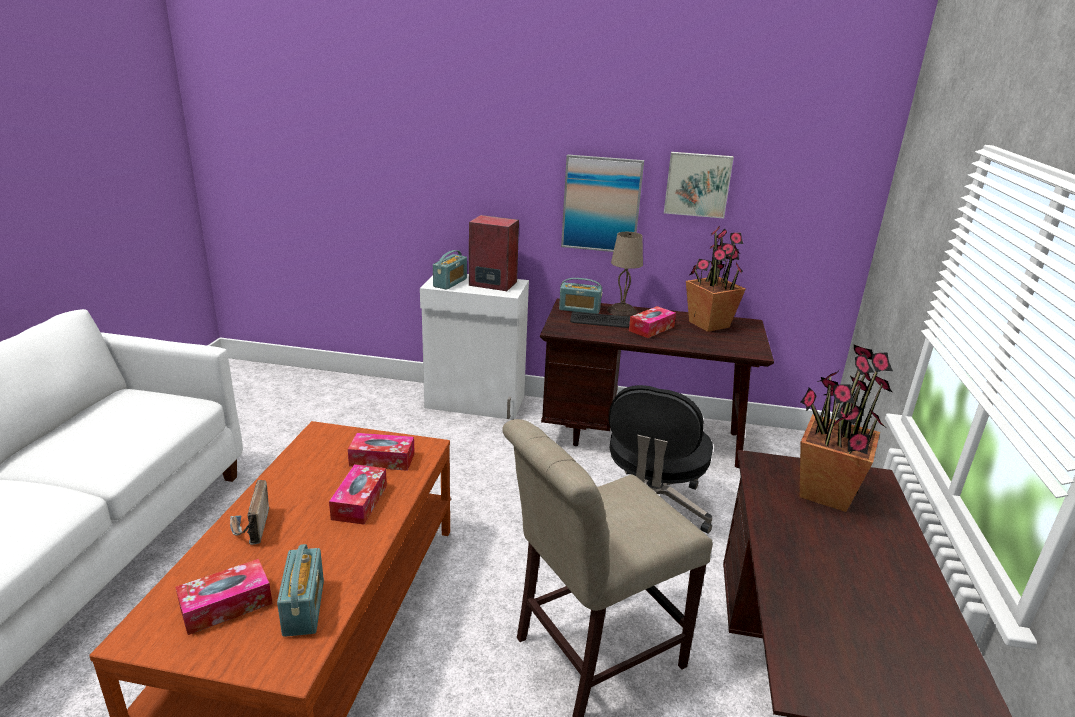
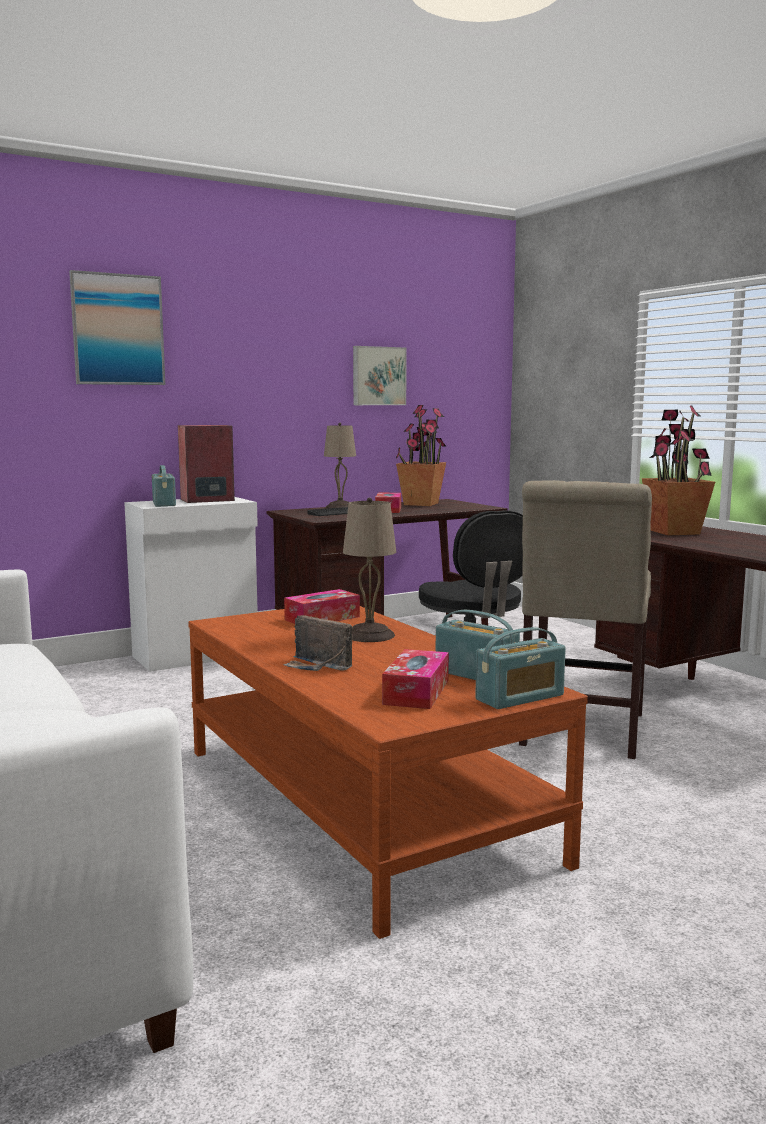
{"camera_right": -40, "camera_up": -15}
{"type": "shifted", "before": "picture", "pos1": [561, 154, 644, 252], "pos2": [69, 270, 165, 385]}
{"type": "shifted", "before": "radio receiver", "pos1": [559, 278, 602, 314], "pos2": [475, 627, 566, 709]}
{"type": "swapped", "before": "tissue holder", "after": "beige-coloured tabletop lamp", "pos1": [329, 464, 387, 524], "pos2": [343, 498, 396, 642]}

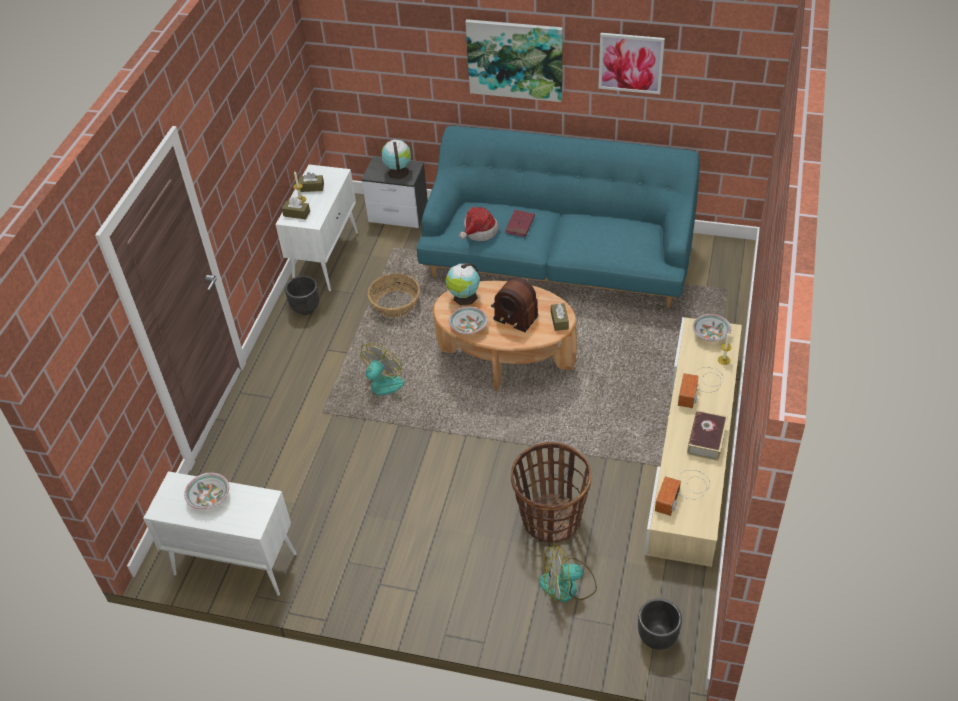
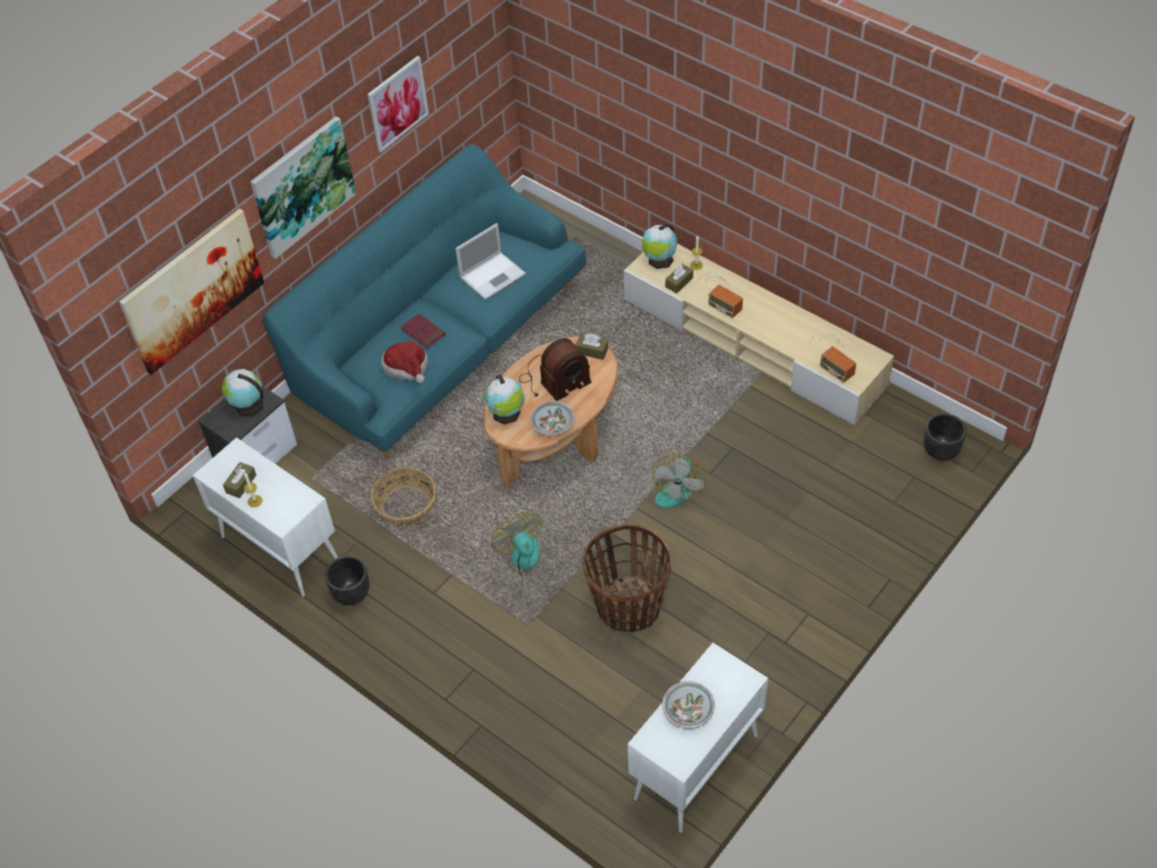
{"camera_right": -65, "camera_up": 5}
{"type": "shifted", "before": "brownish tissue holder", "pos1": [282, 197, 310, 219], "pos2": [665, 264, 693, 293]}
{"type": "swapped", "before": "bowl", "after": "desk globe", "pos1": [693, 314, 731, 341], "pos2": [642, 224, 677, 269]}
{"type": "gone", "before": "bound book", "pos1": [687, 410, 728, 461]}
{"type": "shifted", "before": "household basket", "pos1": [511, 442, 591, 544], "pos2": [583, 524, 671, 632]}
{"type": "shifted", "before": "electric fan", "pos1": [539, 544, 597, 602], "pos2": [652, 454, 706, 508]}
{"type": "new", "after": "picture", "pos2": [119, 209, 264, 375]}
{"type": "new", "after": "portable computer", "pos2": [455, 223, 526, 300]}

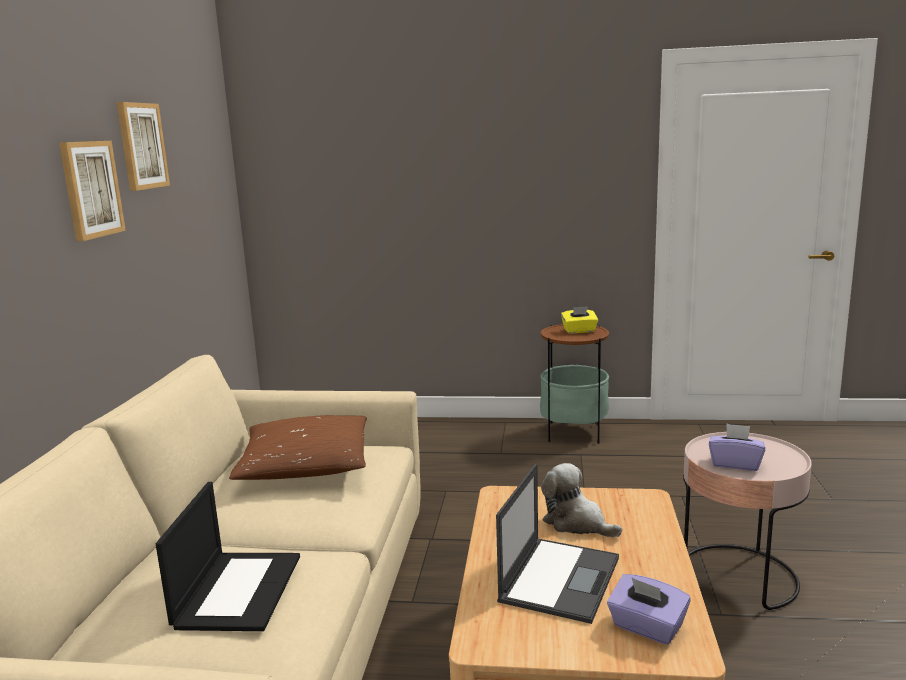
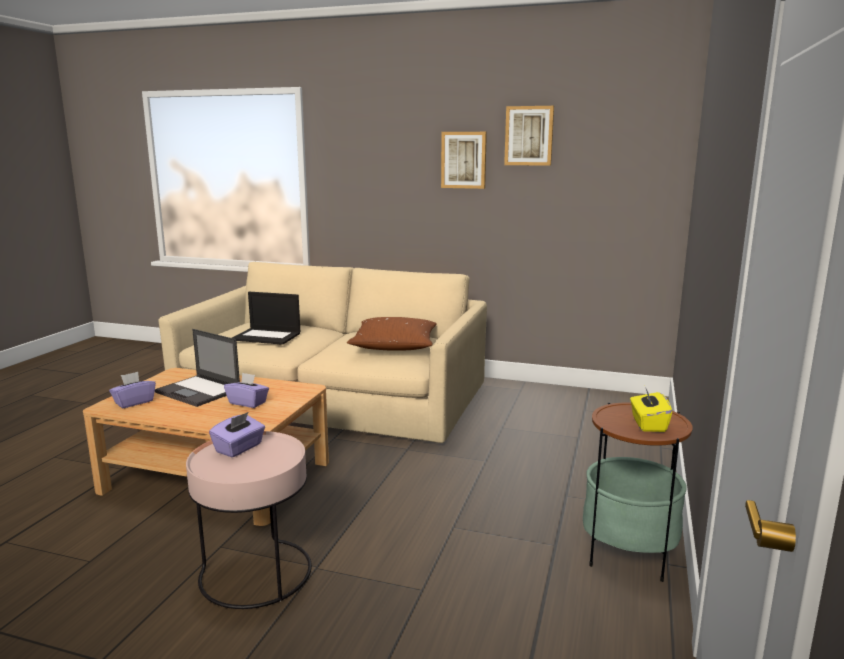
{"camera_right": 100, "camera_up": 0}
{"type": "swapped", "before": "cuddly toy", "after": "purplish tissue holder", "pos1": [541, 463, 622, 537], "pos2": [224, 372, 269, 408]}

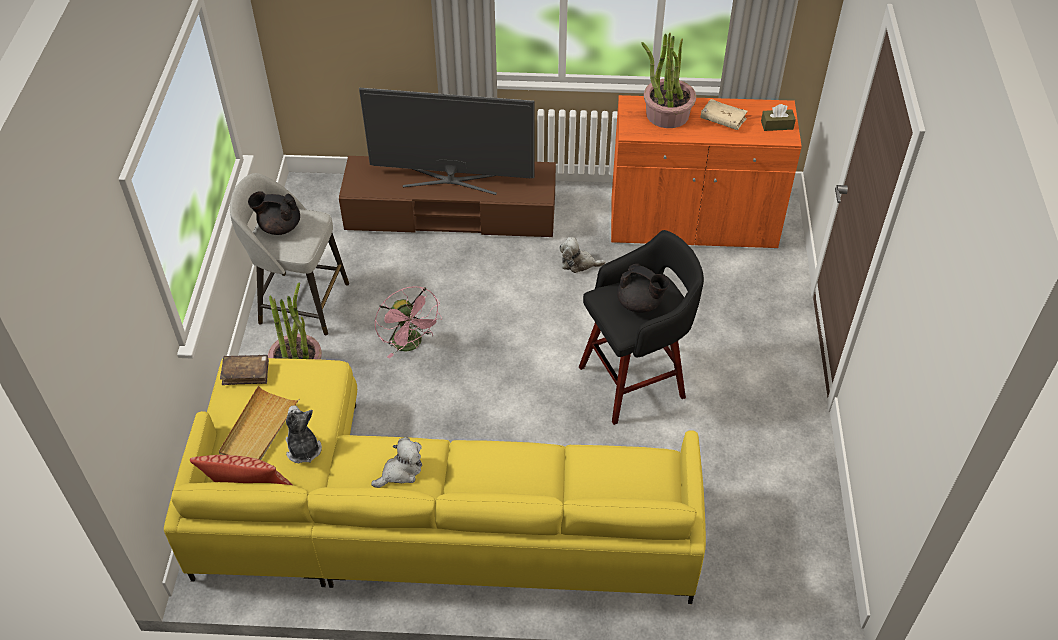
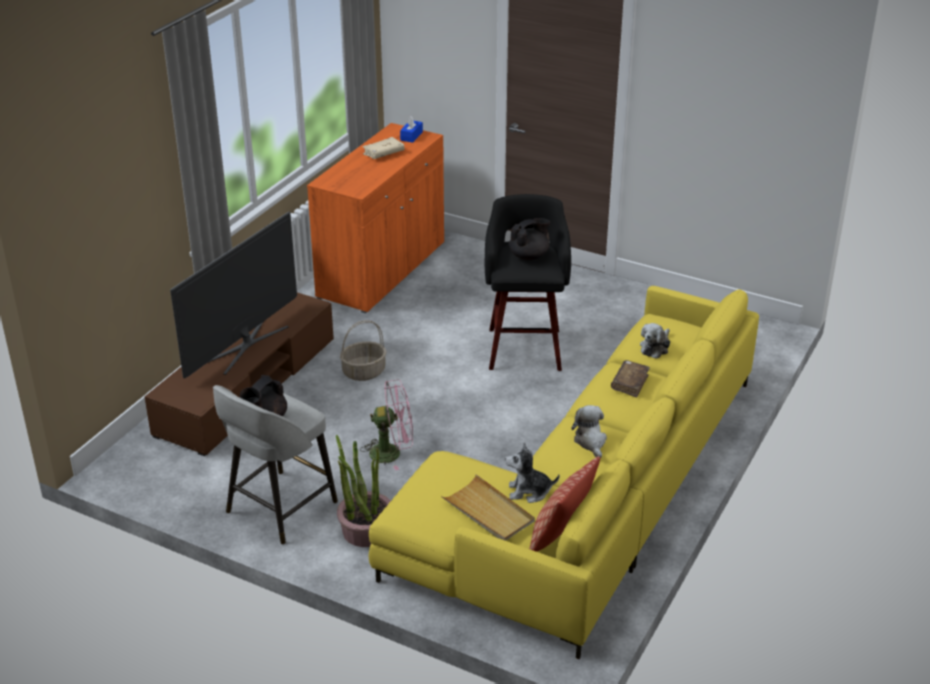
{"camera_right": -65, "camera_up": -15}
{"type": "gone", "before": "houseplant", "pos1": [641, 33, 696, 128]}
{"type": "repainted", "before": "brownish tissue holder", "after": "bluish tissue holder", "pos1": [761, 104, 796, 131], "pos2": [400, 116, 423, 143]}
{"type": "shifted", "before": "cuddly toy", "pos1": [559, 237, 606, 273], "pos2": [640, 323, 670, 359]}
{"type": "shifted", "before": "brownish bound book", "pos1": [220, 355, 269, 385], "pos2": [611, 360, 650, 397]}
{"type": "new", "after": "household basket", "pos2": [340, 320, 387, 381]}

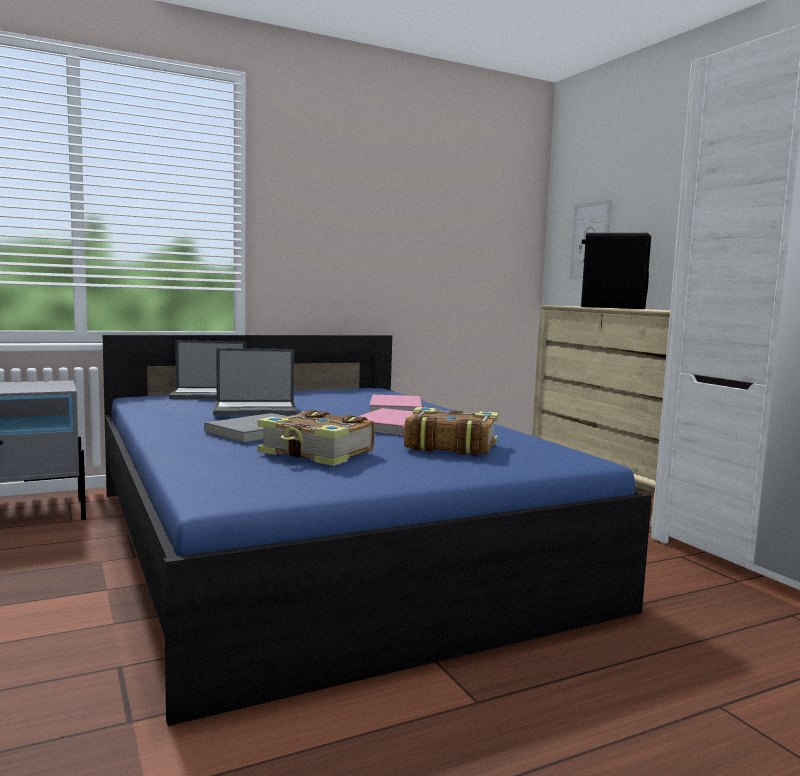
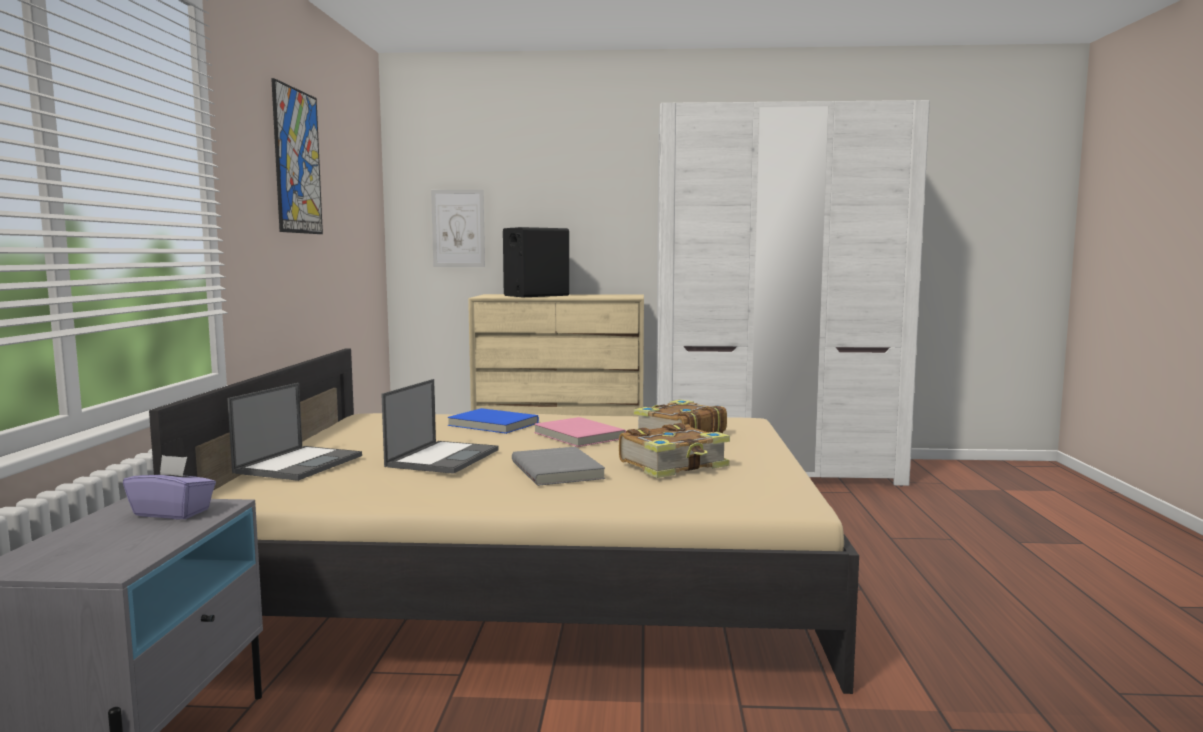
{"camera_right": -60, "camera_up": 0}
{"type": "repainted", "before": "bluish bedroom bed", "after": "beige-coloured bedroom bed", "pos1": [103, 335, 652, 726], "pos2": [149, 349, 859, 694]}
{"type": "repainted", "before": "pinkish bound book", "after": "bluish bound book", "pos1": [370, 395, 422, 412], "pos2": [448, 408, 539, 434]}
{"type": "new", "after": "picture", "pos2": [271, 78, 323, 234]}
{"type": "new", "after": "purplish tissue holder", "pos2": [123, 455, 216, 519]}

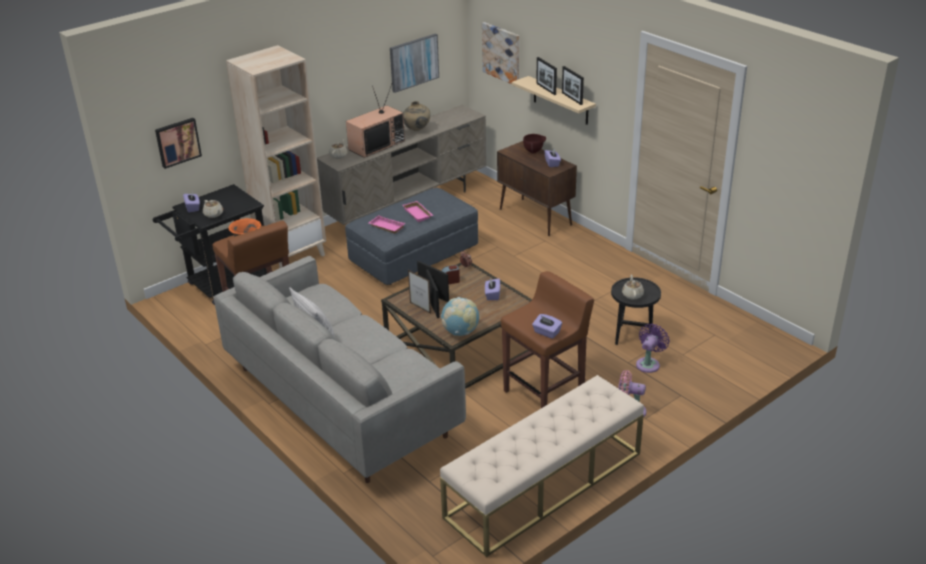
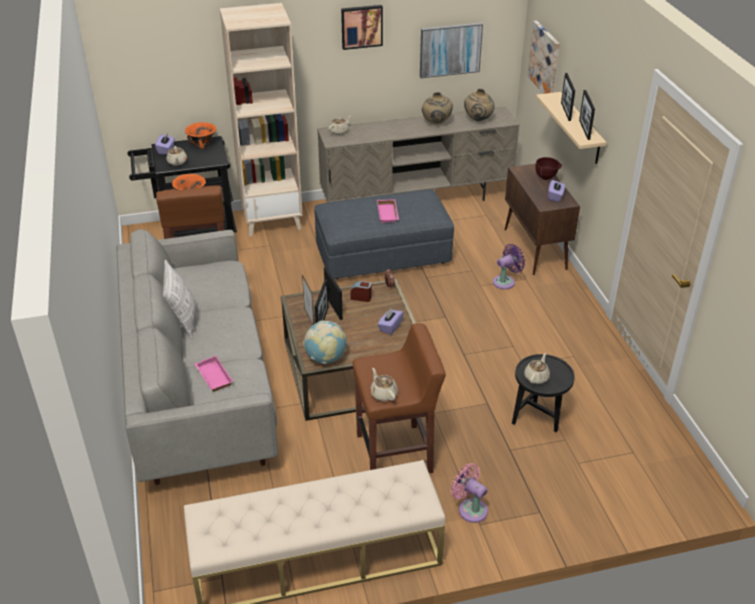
{"camera_right": 25, "camera_up": 5}
{"type": "gone", "before": "TV set", "pos1": [346, 82, 405, 158]}
{"type": "shifted", "before": "picture", "pos1": [155, 118, 202, 169], "pos2": [341, 5, 383, 50]}
{"type": "shifted", "before": "pinkish serving tray", "pos1": [369, 215, 405, 234], "pos2": [195, 356, 233, 392]}
{"type": "swapped", "before": "purplish tissue holder", "after": "beige-coloured pot for tea", "pos1": [532, 314, 562, 339], "pos2": [370, 368, 398, 401]}
{"type": "shifted", "before": "purplish electric fan", "pos1": [636, 324, 670, 373], "pos2": [493, 244, 525, 290]}
{"type": "new", "after": "beige-coloured flower vase", "pos2": [464, 89, 495, 121]}
{"type": "new", "after": "orange bowl", "pos2": [185, 122, 216, 149]}

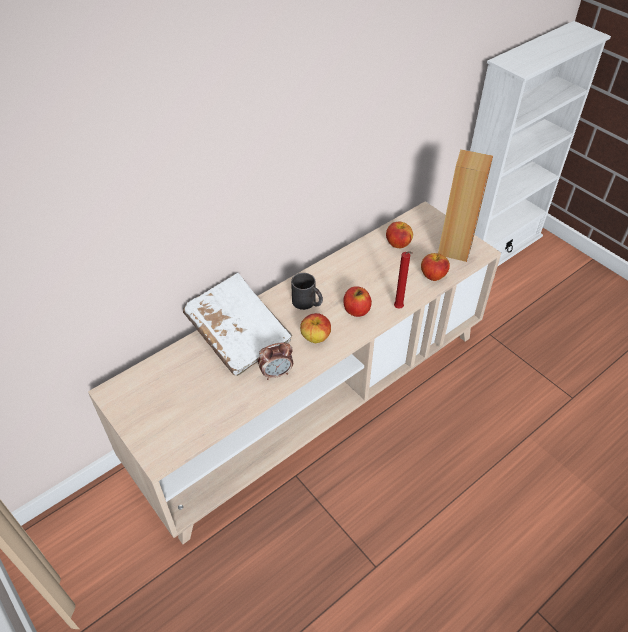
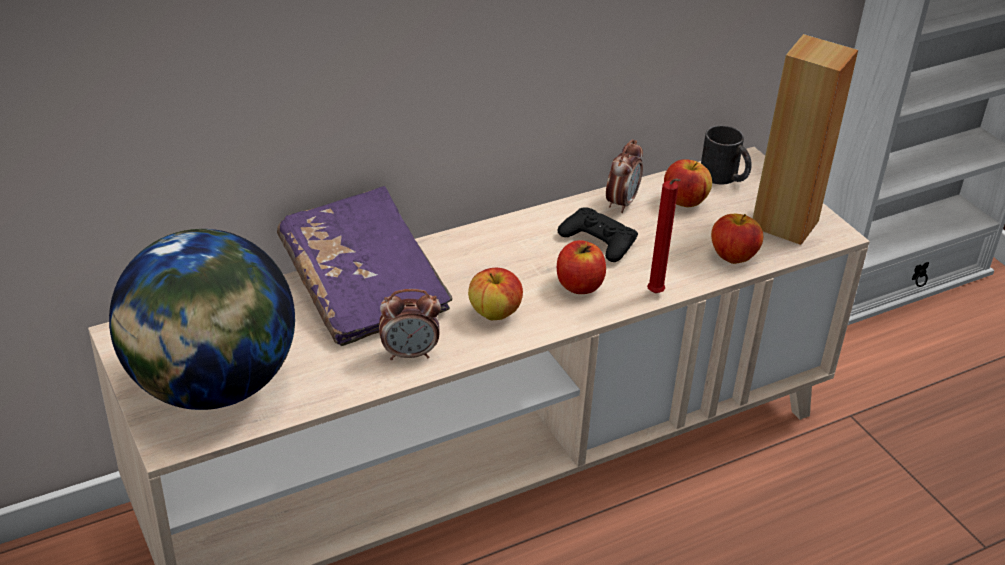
{"camera_right": 10, "camera_up": -10}
{"type": "repainted", "before": "white-coloured bound book", "after": "purplish bound book", "pos1": [183, 273, 292, 376], "pos2": [277, 186, 452, 346]}
{"type": "shifted", "before": "black-coloured mug", "pos1": [291, 273, 323, 310], "pos2": [701, 125, 752, 185]}
{"type": "new", "after": "table clock", "pos2": [606, 139, 643, 213]}
{"type": "new", "after": "black-coloured joypad", "pos2": [557, 207, 638, 262]}
{"type": "new", "after": "desk globe", "pos2": [109, 229, 295, 410]}

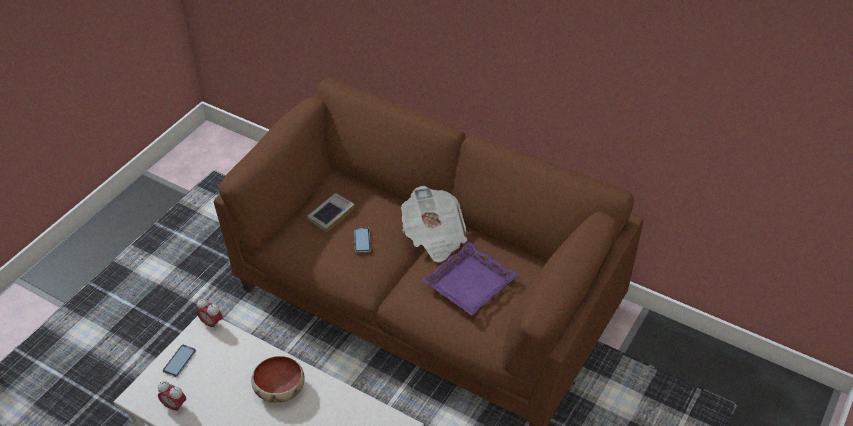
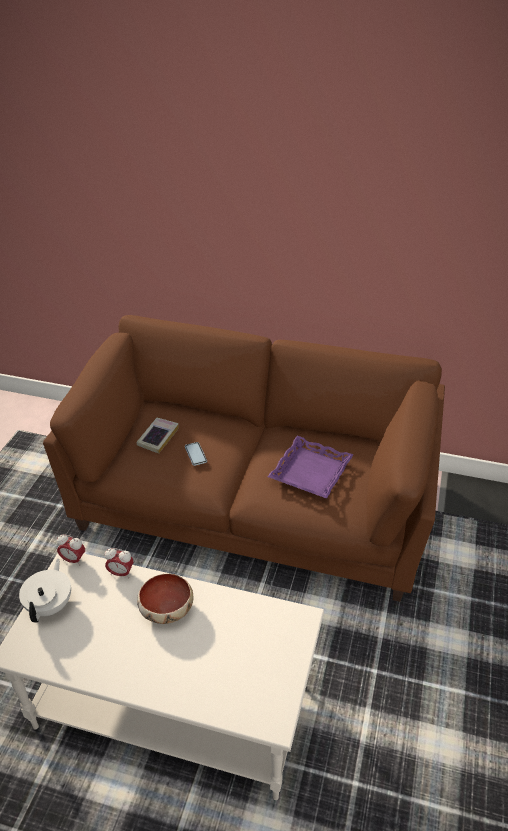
{"camera_right": -15, "camera_up": -5}
{"type": "gone", "before": "newspaper", "pos1": [401, 186, 467, 263]}
{"type": "swapped", "before": "phone", "after": "white-coloured pot for tea", "pos1": [163, 344, 196, 377], "pos2": [19, 559, 71, 623]}
{"type": "shifted", "before": "table clock", "pos1": [158, 381, 186, 413], "pos2": [105, 548, 134, 578]}

